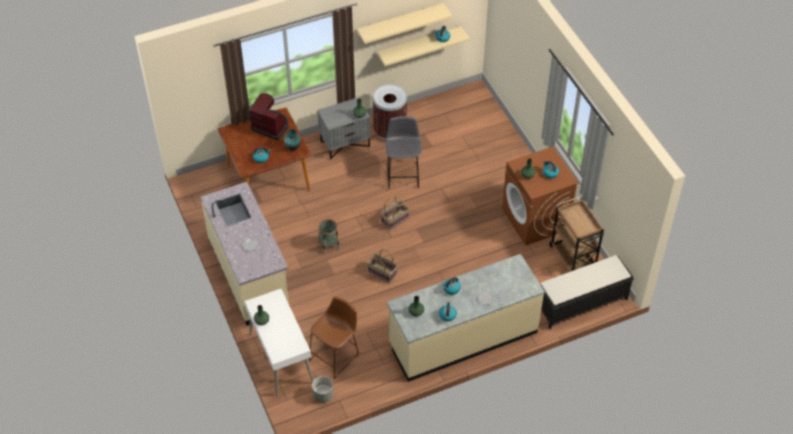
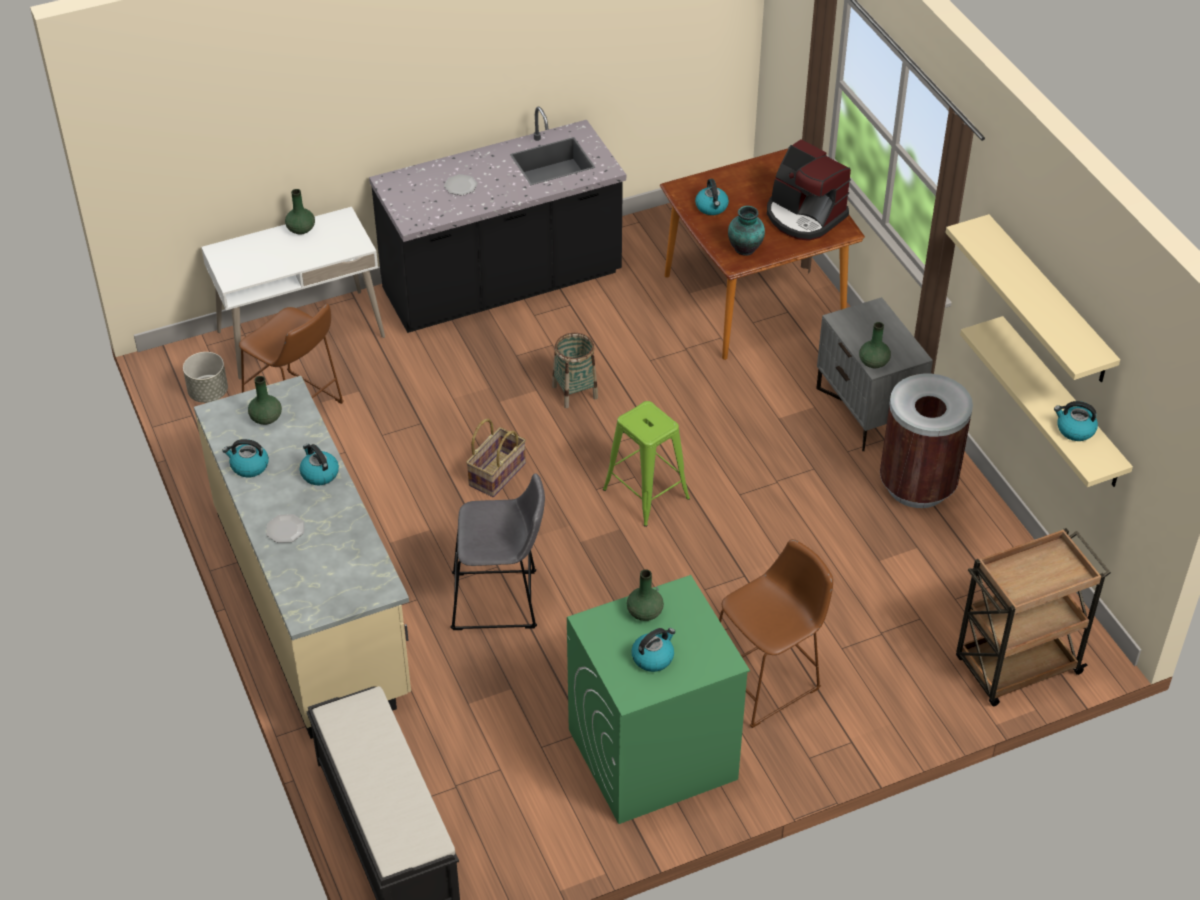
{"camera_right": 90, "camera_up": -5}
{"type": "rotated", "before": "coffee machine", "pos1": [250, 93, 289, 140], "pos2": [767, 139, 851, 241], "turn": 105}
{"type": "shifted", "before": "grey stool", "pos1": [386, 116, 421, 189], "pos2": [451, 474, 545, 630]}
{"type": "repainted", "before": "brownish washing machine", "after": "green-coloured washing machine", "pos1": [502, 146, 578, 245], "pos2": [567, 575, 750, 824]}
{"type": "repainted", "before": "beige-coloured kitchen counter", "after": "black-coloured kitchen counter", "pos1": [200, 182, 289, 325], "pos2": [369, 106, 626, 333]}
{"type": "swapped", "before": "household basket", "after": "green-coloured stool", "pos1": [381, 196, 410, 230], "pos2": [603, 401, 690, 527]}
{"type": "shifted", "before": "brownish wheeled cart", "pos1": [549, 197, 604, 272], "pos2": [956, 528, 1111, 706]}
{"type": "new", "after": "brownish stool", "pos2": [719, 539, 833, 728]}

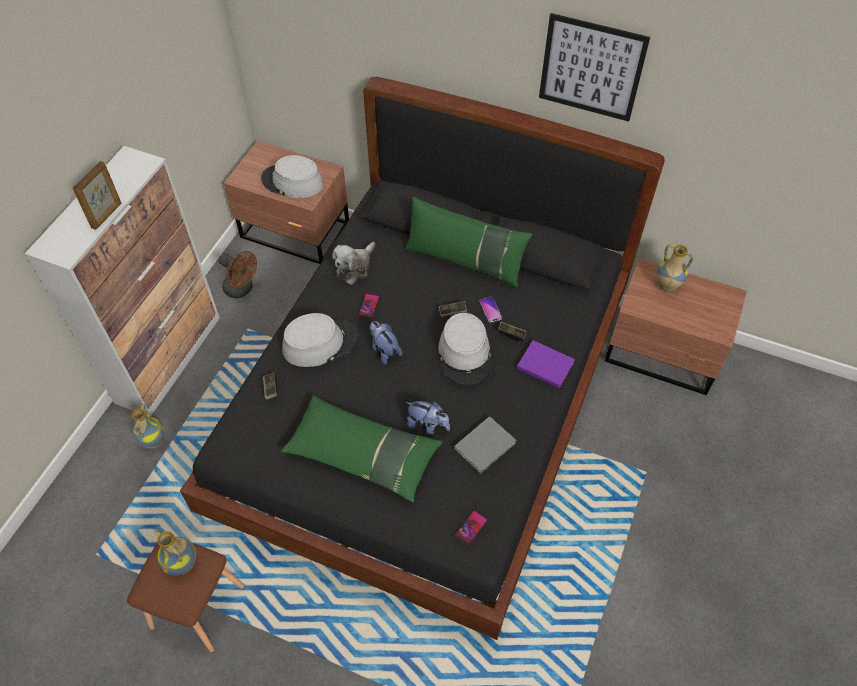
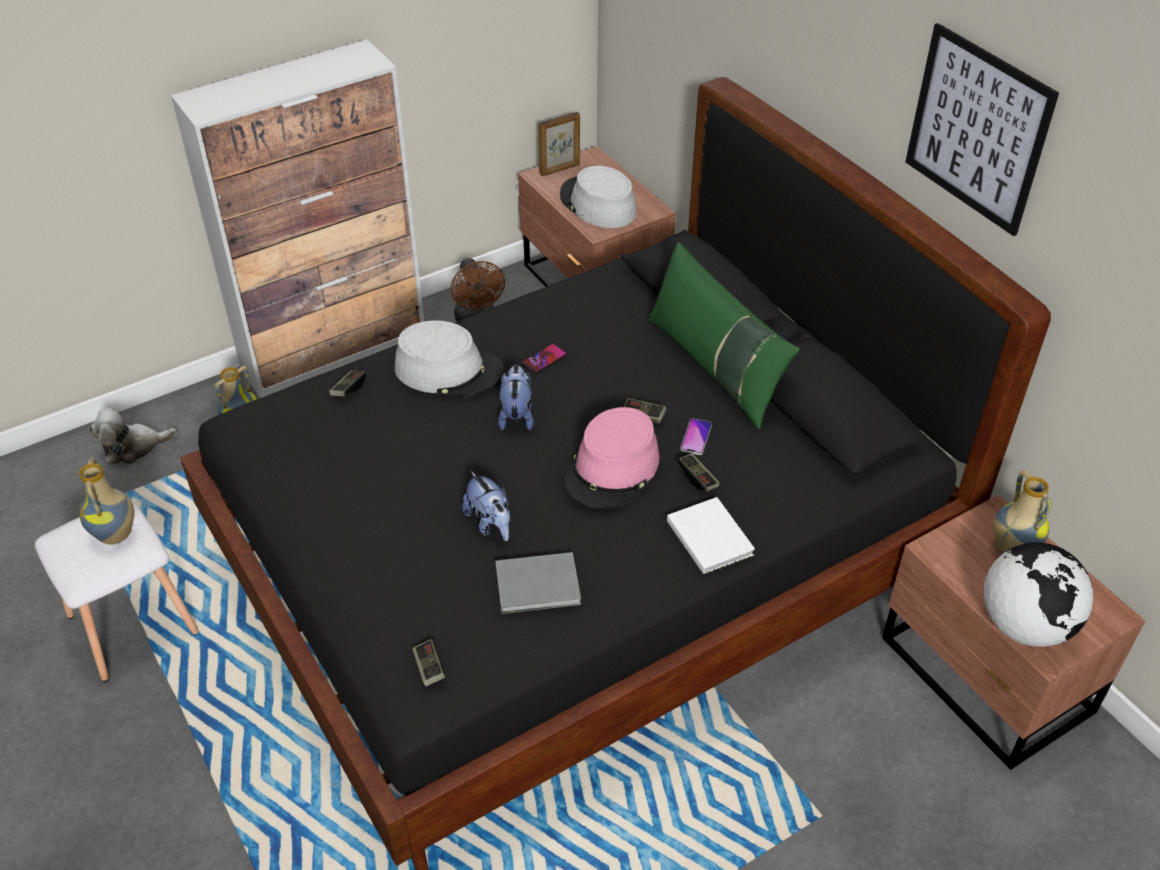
{"camera_right": 35, "camera_up": -10}
{"type": "shifted", "before": "standing frame", "pos1": [73, 161, 122, 230], "pos2": [538, 112, 580, 176]}
{"type": "shifted", "before": "cuddly toy", "pos1": [332, 242, 375, 285], "pos2": [90, 408, 177, 464]}
{"type": "repainted", "before": "grey clothing hat", "after": "pinkish clothing hat", "pos1": [438, 313, 491, 385], "pos2": [564, 407, 659, 508]}
{"type": "repainted", "before": "purplish bound book", "after": "white-coloured bound book", "pos1": [517, 340, 575, 388], "pos2": [667, 497, 755, 575]}
{"type": "gone", "before": "green-coloured throw pillow", "pos1": [281, 395, 443, 502]}
{"type": "swapped", "before": "phone", "after": "joypad", "pos1": [454, 511, 488, 546], "pos2": [412, 639, 446, 686]}
{"type": "repainted", "before": "brownish stool", "after": "white-coloured stool", "pos1": [127, 542, 245, 653], "pos2": [35, 500, 199, 682]}
{"type": "new", "after": "desk globe", "pos2": [984, 543, 1093, 647]}

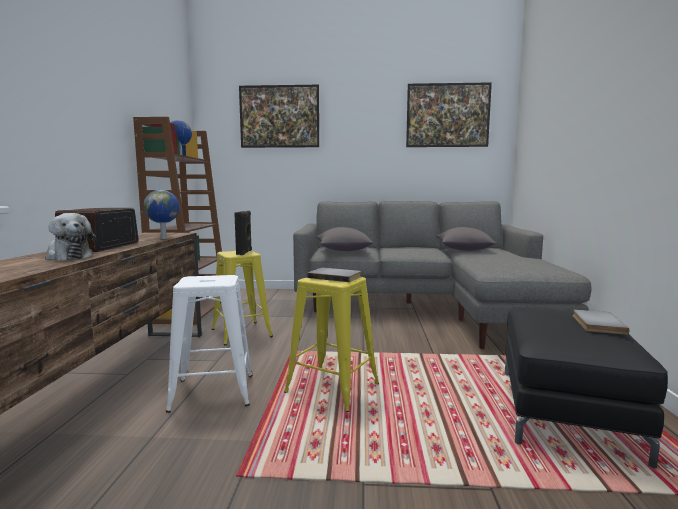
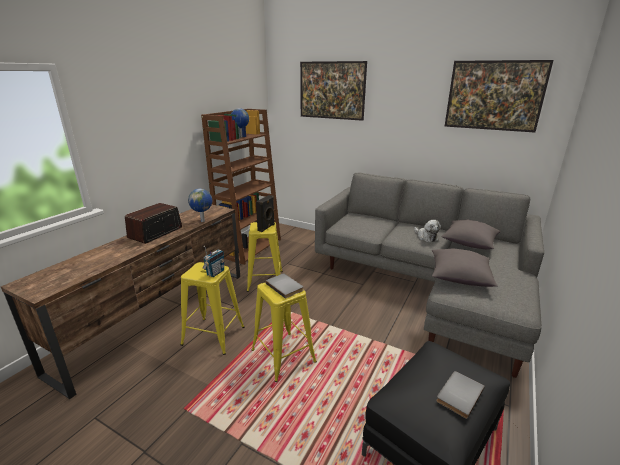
{"camera_right": 25, "camera_up": 15}
{"type": "shifted", "before": "cuddly toy", "pos1": [45, 213, 96, 261], "pos2": [414, 220, 441, 242]}
{"type": "shifted", "before": "grey throw pillow", "pos1": [316, 227, 374, 251], "pos2": [432, 249, 498, 287]}
{"type": "repainted", "before": "white-coloured stool", "after": "yellow-coloured stool", "pos1": [166, 275, 253, 413], "pos2": [180, 262, 245, 355]}
{"type": "new", "after": "radio receiver", "pos2": [203, 246, 224, 277]}

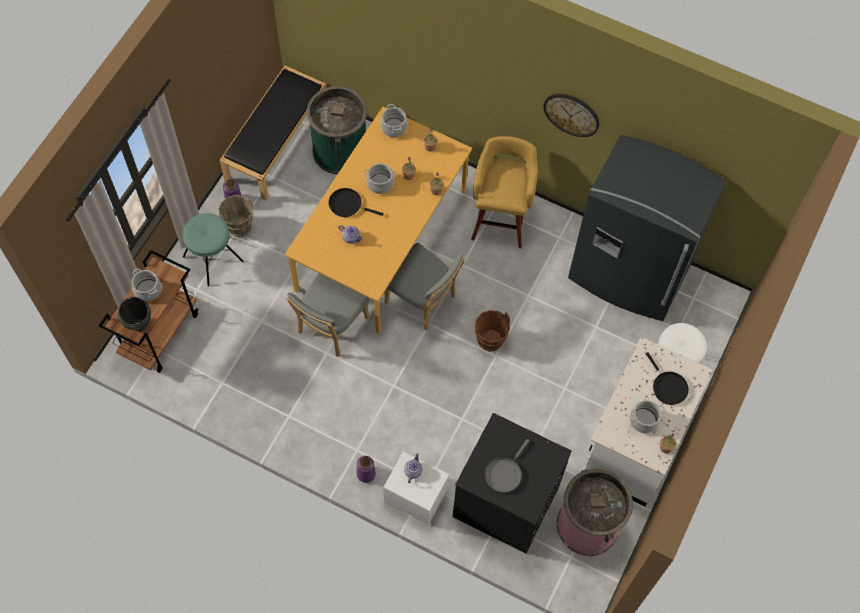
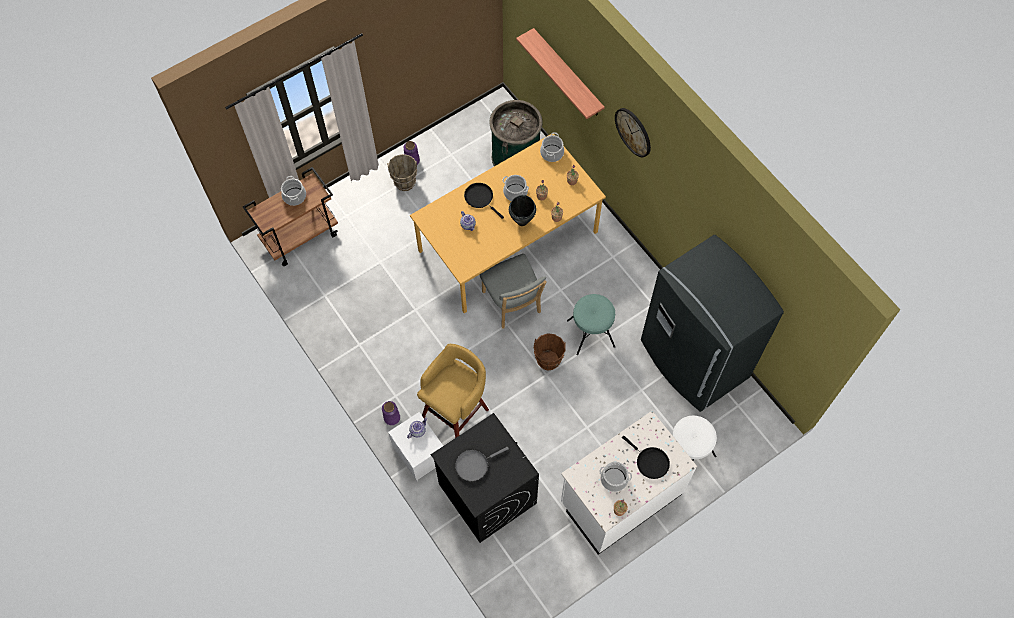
{"camera_right": 30, "camera_up": 0}
{"type": "gone", "before": "black-coloured long seat", "pos1": [220, 66, 326, 201]}
{"type": "shifted", "before": "wall clock", "pos1": [543, 94, 599, 137], "pos2": [615, 108, 651, 157]}
{"type": "shifted", "before": "yellow-coloured stool", "pos1": [471, 136, 538, 248], "pos2": [417, 344, 489, 438]}
{"type": "shifted", "before": "turquoise stool", "pos1": [183, 213, 244, 287], "pos2": [567, 294, 615, 355]}
{"type": "gone", "before": "grey upright chair", "pos1": [286, 273, 370, 357]}
{"type": "shifted", "before": "black-coloured saucepot", "pos1": [118, 297, 151, 331], "pos2": [509, 195, 536, 226]}
{"type": "rotated", "before": "black-coloured pan", "pos1": [646, 352, 689, 405], "pos2": [622, 435, 670, 479], "turn": -45}
{"type": "gone", "before": "pinkish trash can", "pos1": [556, 469, 633, 556]}
{"type": "new", "after": "shelf", "pos2": [516, 28, 605, 119]}

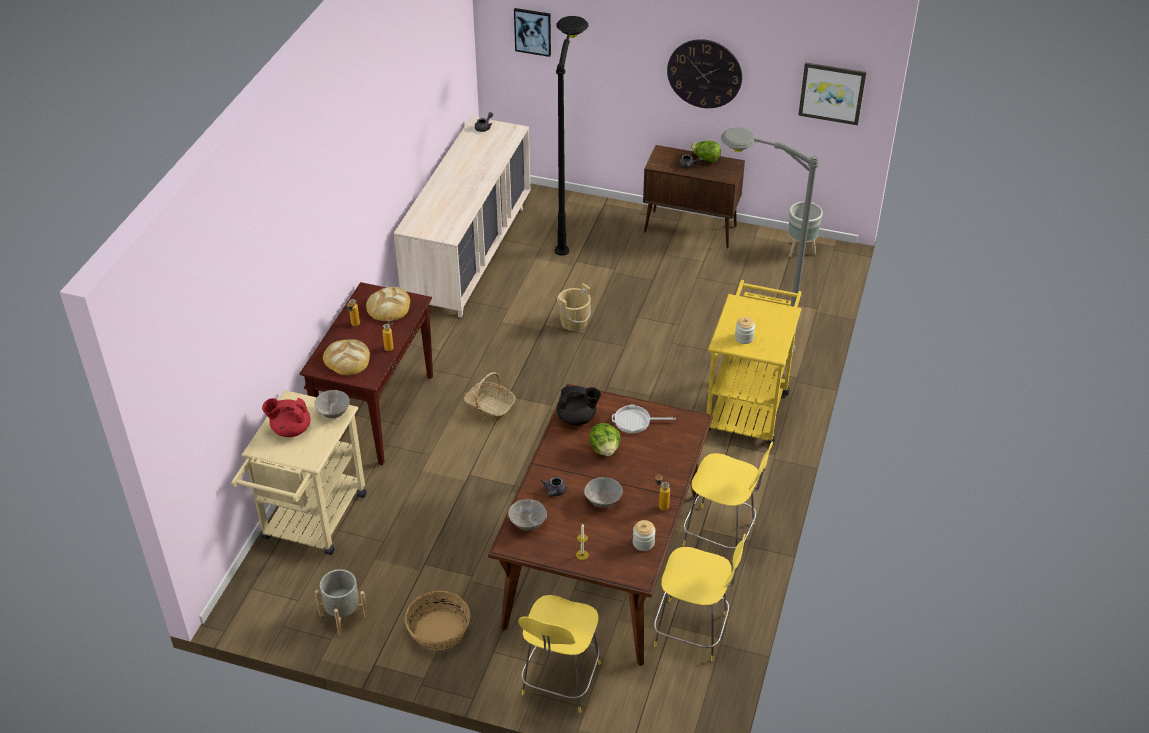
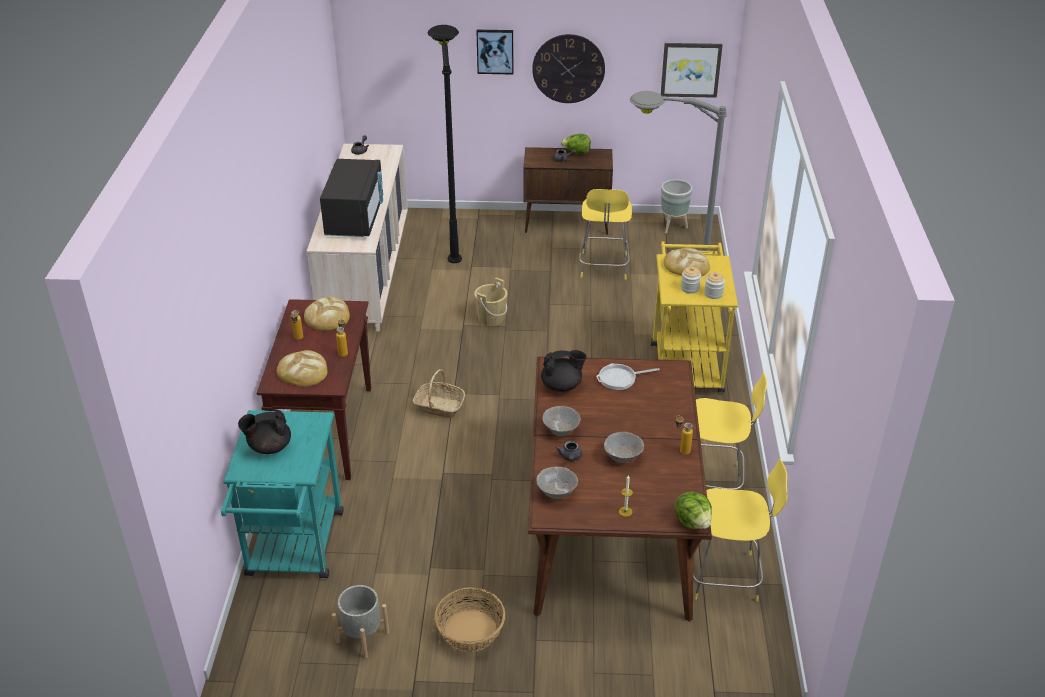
{"camera_right": -15, "camera_up": -5}
{"type": "shifted", "before": "picture", "pos1": [514, 8, 551, 57], "pos2": [476, 30, 513, 74]}
{"type": "repainted", "before": "beige-coloured wheeled cart", "after": "turquoise wheeled cart", "pos1": [232, 390, 367, 555], "pos2": [221, 410, 343, 579]}
{"type": "shifted", "before": "grey bowl", "pos1": [314, 390, 350, 419], "pos2": [542, 406, 580, 436]}
{"type": "repainted", "before": "red-coloured pot for tea", "after": "black-coloured pot for tea", "pos1": [262, 398, 310, 437], "pos2": [238, 409, 291, 454]}
{"type": "shifted", "before": "lettuce", "pos1": [589, 423, 620, 456], "pos2": [675, 491, 712, 529]}
{"type": "shifted", "before": "jar", "pos1": [633, 520, 655, 551], "pos2": [704, 272, 725, 299]}
{"type": "shifted", "before": "yellow-coloured stool", "pos1": [518, 595, 601, 713], "pos2": [579, 189, 632, 280]}
{"type": "new", "after": "black-coloured microwave oven", "pos2": [320, 159, 383, 237]}
{"type": "new", "after": "bread", "pos2": [664, 247, 710, 276]}

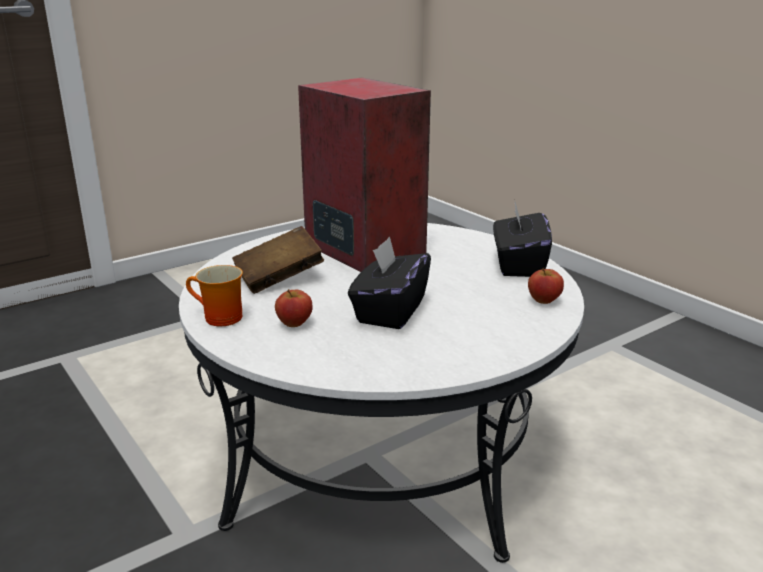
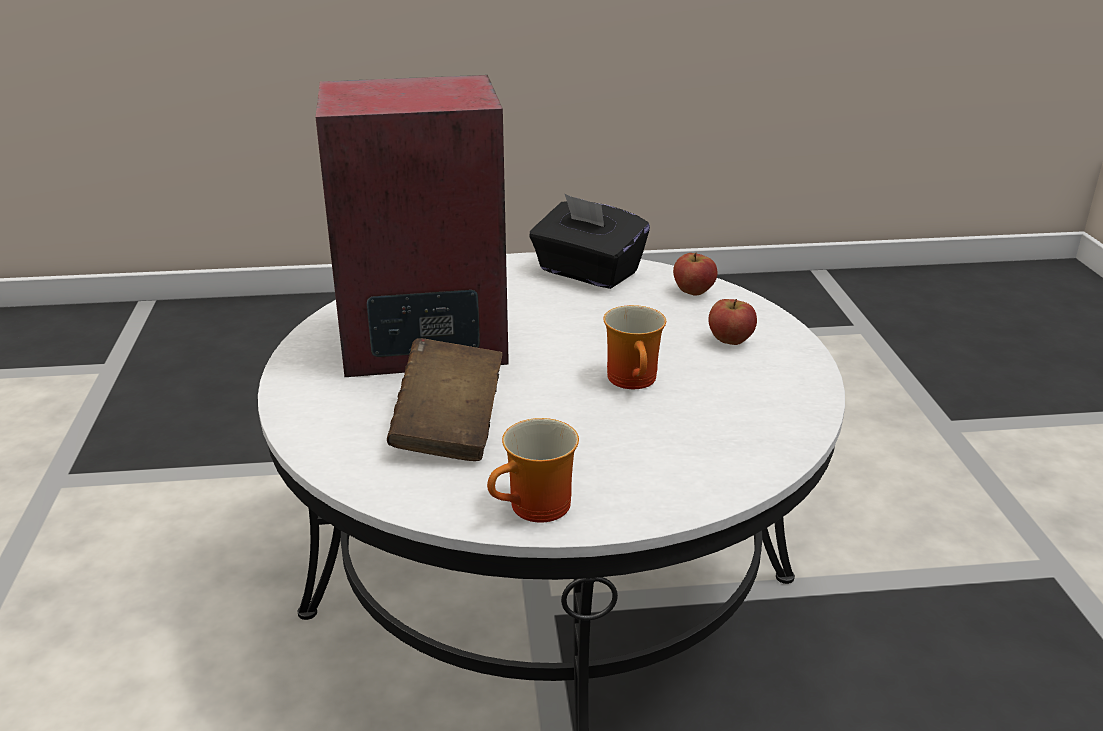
{"camera_right": -60, "camera_up": 5}
{"type": "swapped", "before": "black-coloured tissue holder", "after": "mug", "pos1": [348, 236, 431, 329], "pos2": [603, 305, 666, 389]}
{"type": "shifted", "before": "apple fruit", "pos1": [275, 289, 312, 327], "pos2": [708, 299, 757, 345]}

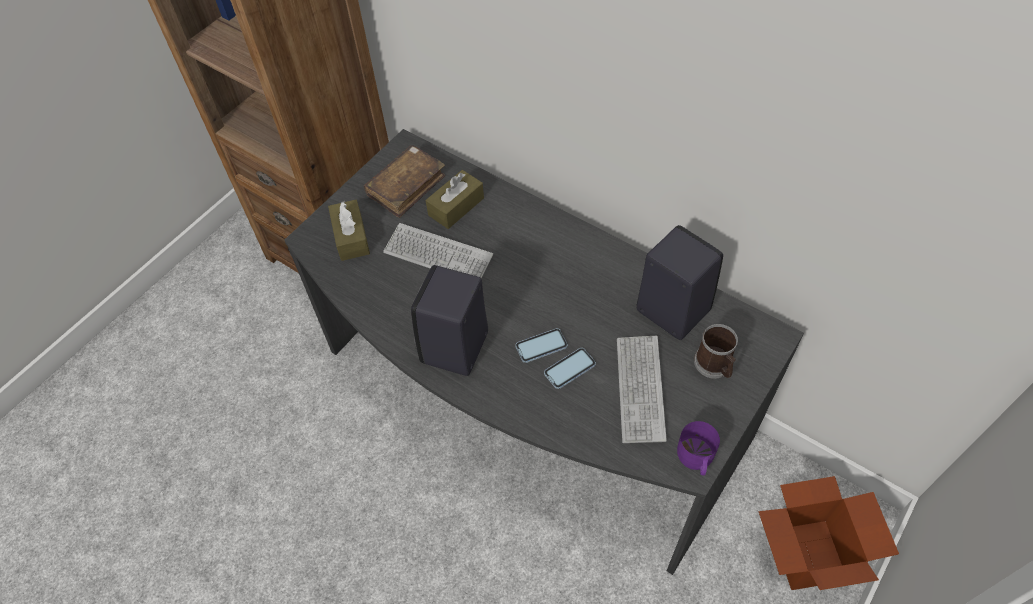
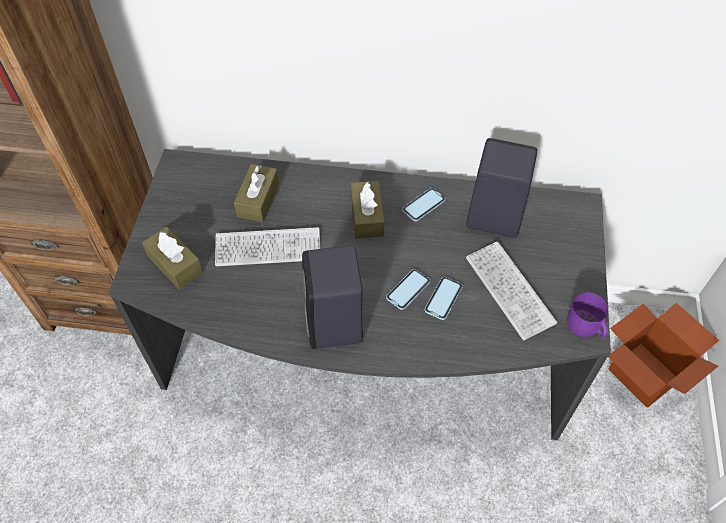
{"camera_right": -30, "camera_up": 0}
{"type": "gone", "before": "brownish bound book", "pos1": [364, 145, 445, 218]}
{"type": "gone", "before": "mug", "pos1": [694, 324, 738, 379]}
{"type": "new", "after": "brownish tissue holder", "pos2": [351, 181, 384, 239]}
{"type": "new", "after": "phone", "pos2": [402, 188, 445, 222]}

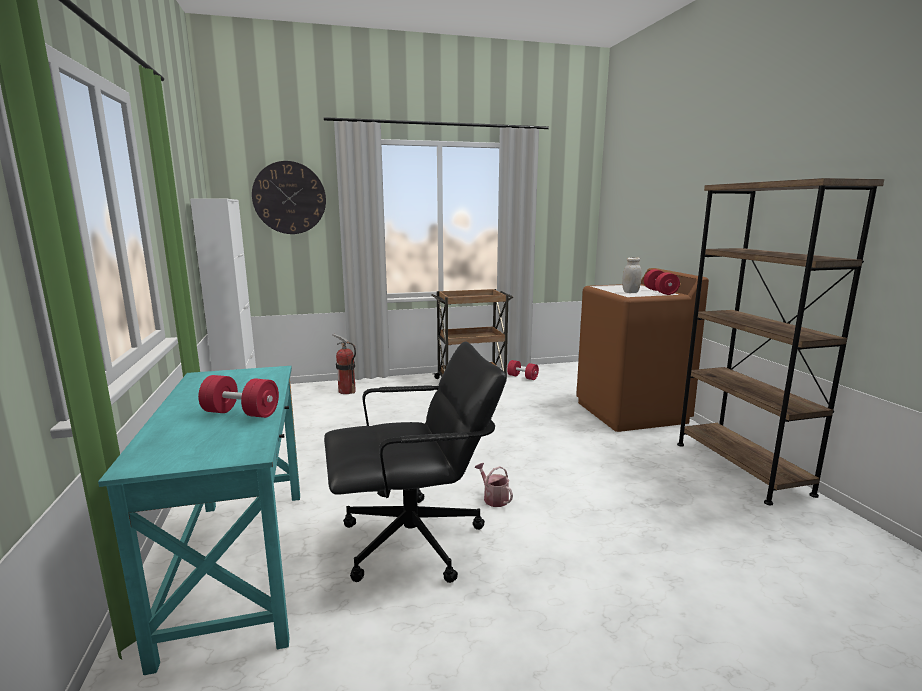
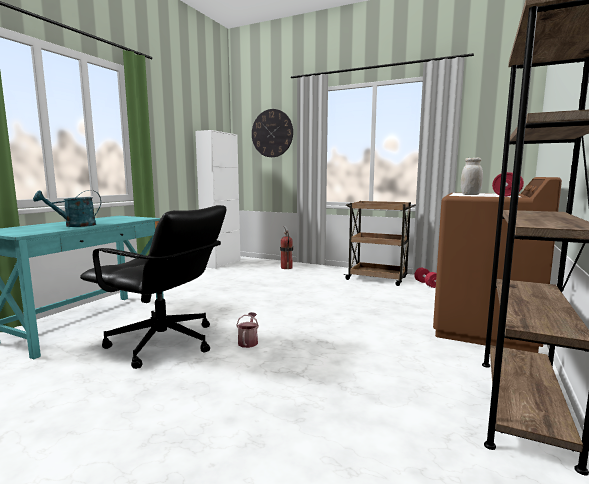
{"camera_right": 40, "camera_up": -5}
{"type": "swapped", "before": "red-coloured free weight", "after": "turquoise watering pot", "pos1": [198, 375, 279, 418], "pos2": [33, 190, 101, 227]}

